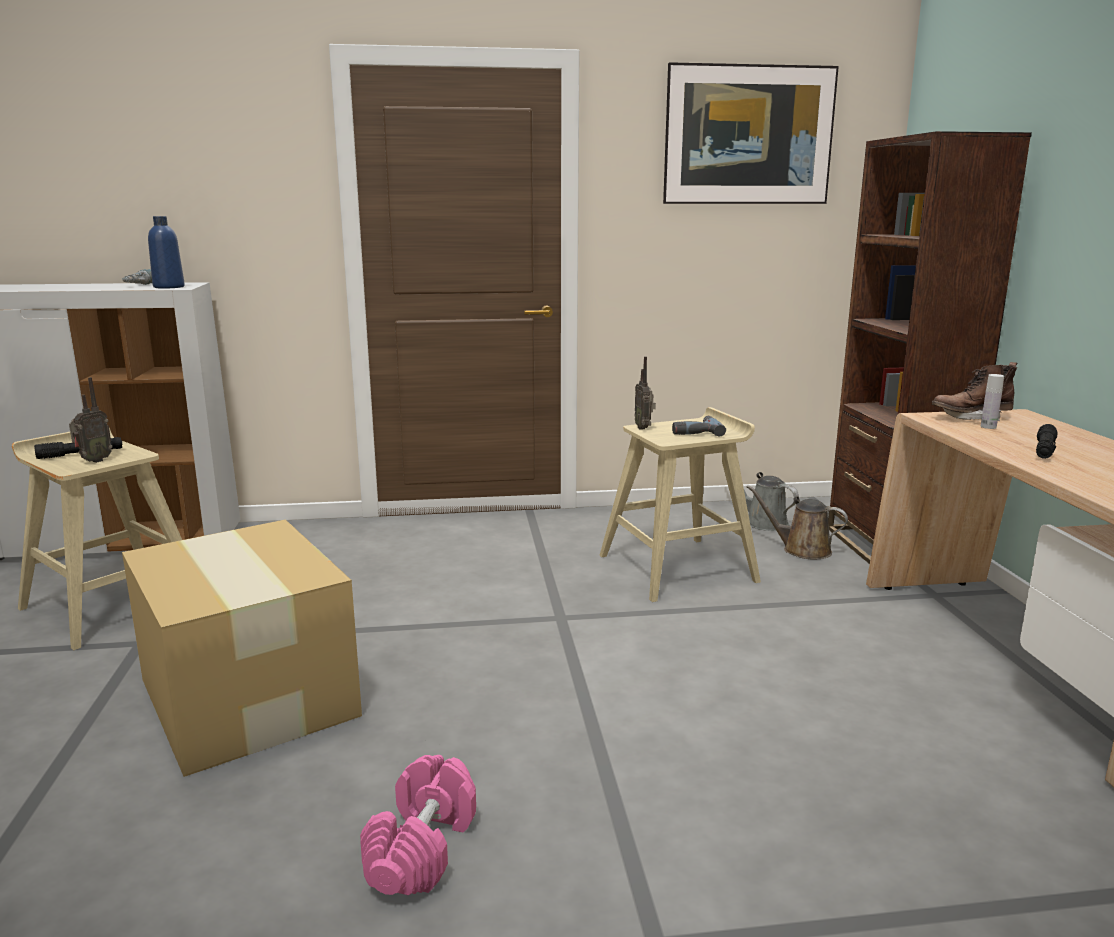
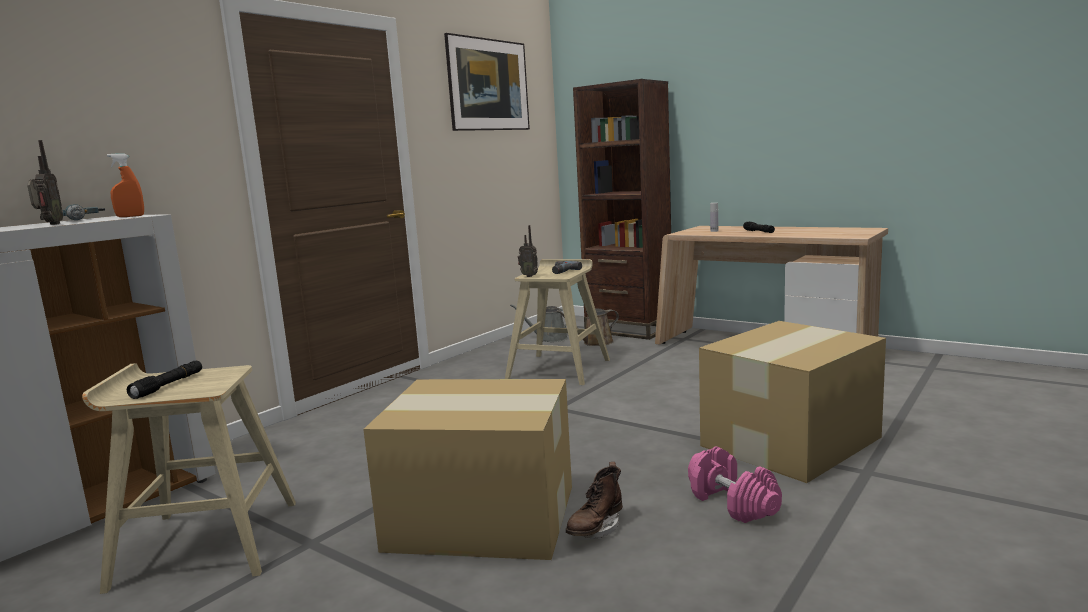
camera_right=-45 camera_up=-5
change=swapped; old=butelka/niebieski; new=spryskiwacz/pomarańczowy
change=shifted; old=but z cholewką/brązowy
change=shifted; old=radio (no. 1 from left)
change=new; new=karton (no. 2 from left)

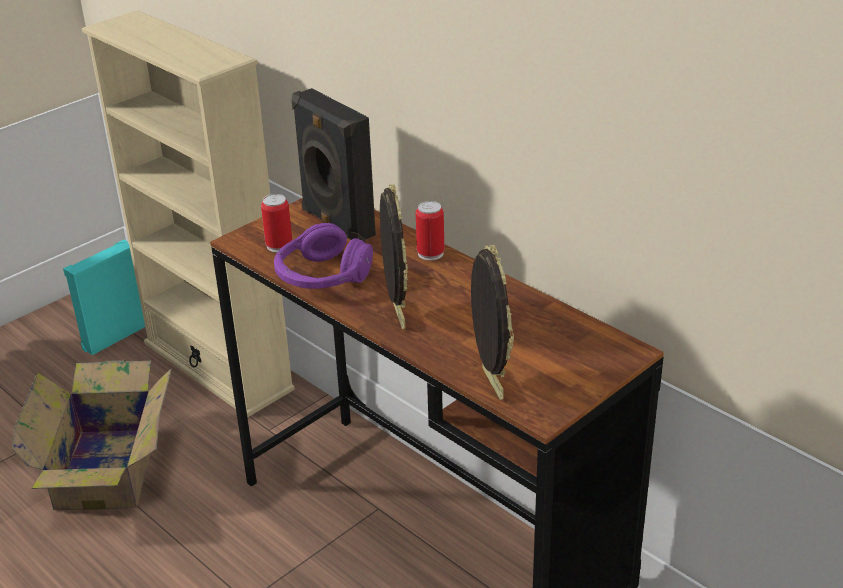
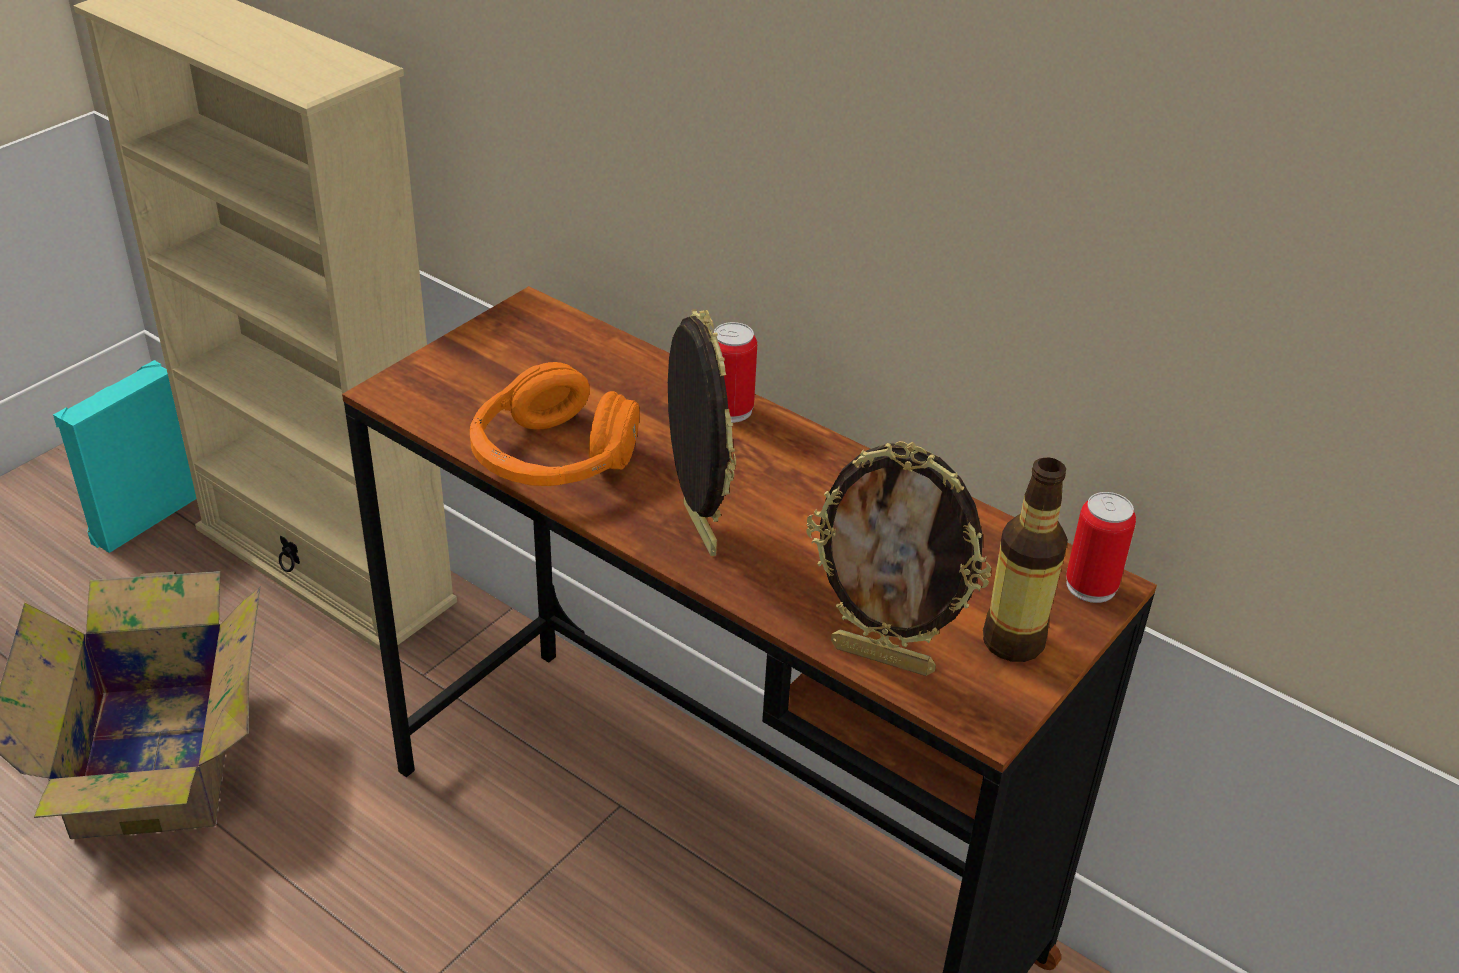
camera_right=-10 camera_up=5
change=gone; old=głośnik/czarny
change=shifted; old=puszka (no. 1 from left in the first image); new=puszka (no. 2 from left)
change=repainted; old=słuchawki/fioletowy; new=słuchawki/pomarańczowy
change=rotated; old=ramka na zdjęcie (no. 2 from left); degrees=135
change=new; new=butelka

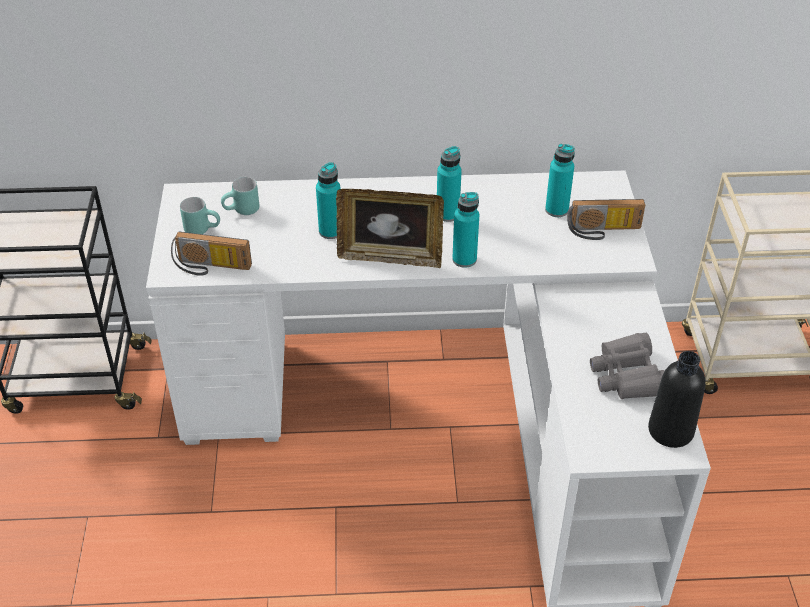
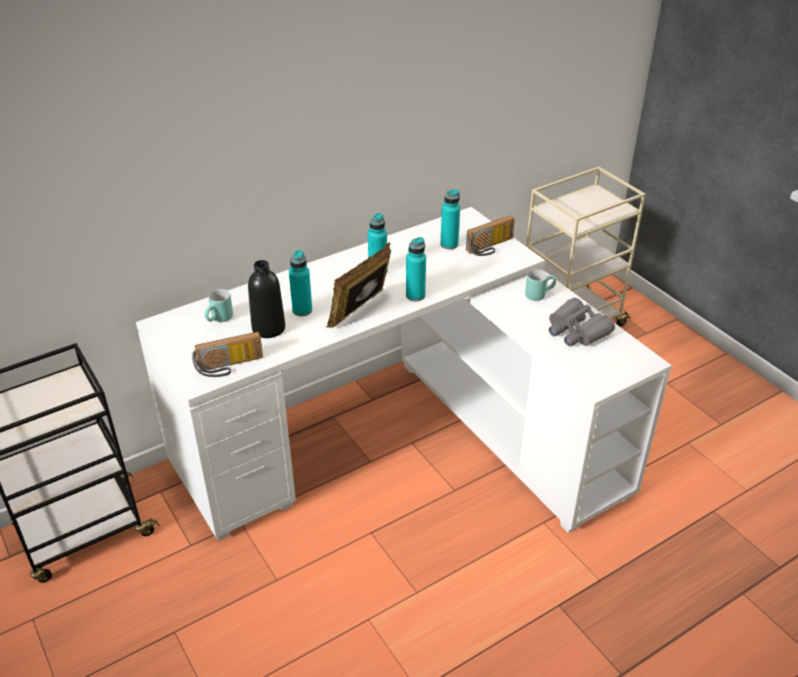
camera_right=-30 camera_up=-5
change=rotated; old=ramka na zdjęcie; degrees=150
change=shifted; old=kubek/turkusowy (no. 1 from left in the first image); new=kubek/turkusowy (no. 2 from left)
change=shifted; old=butelka/czarny

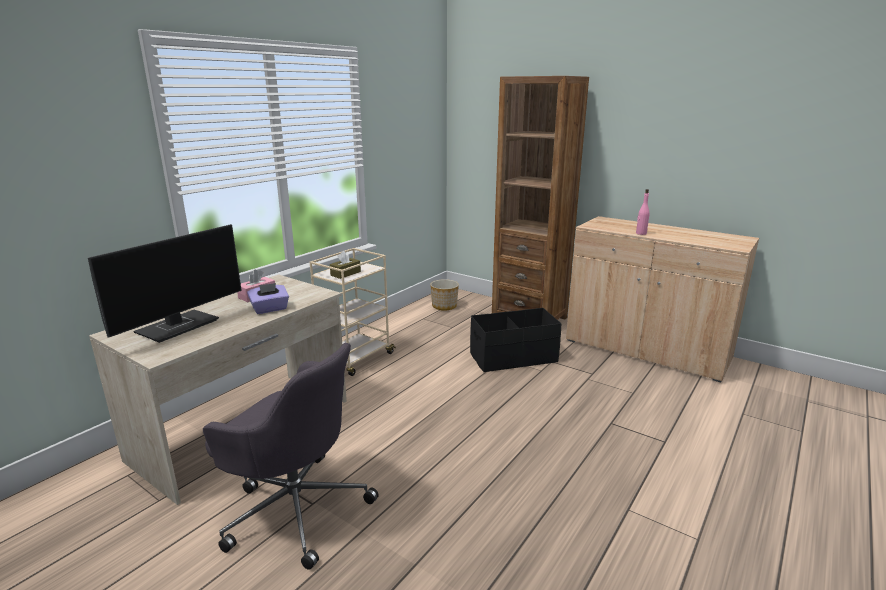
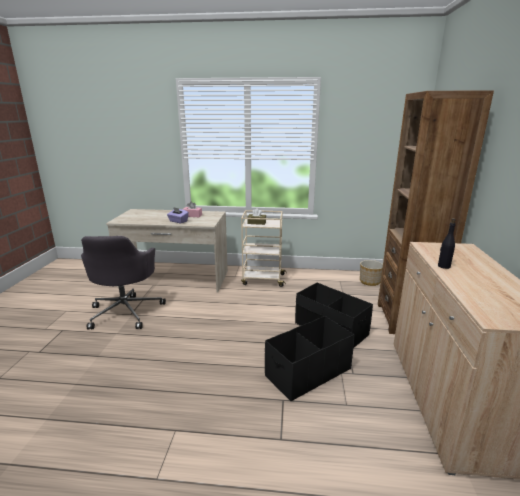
camera_right=60 camera_up=0
change=repainted; old=butelka/różowy; new=butelka/czarny
change=gone; old=monitor
change=new; new=pojemnik do przechowywania/czarny (no. 1 from left)

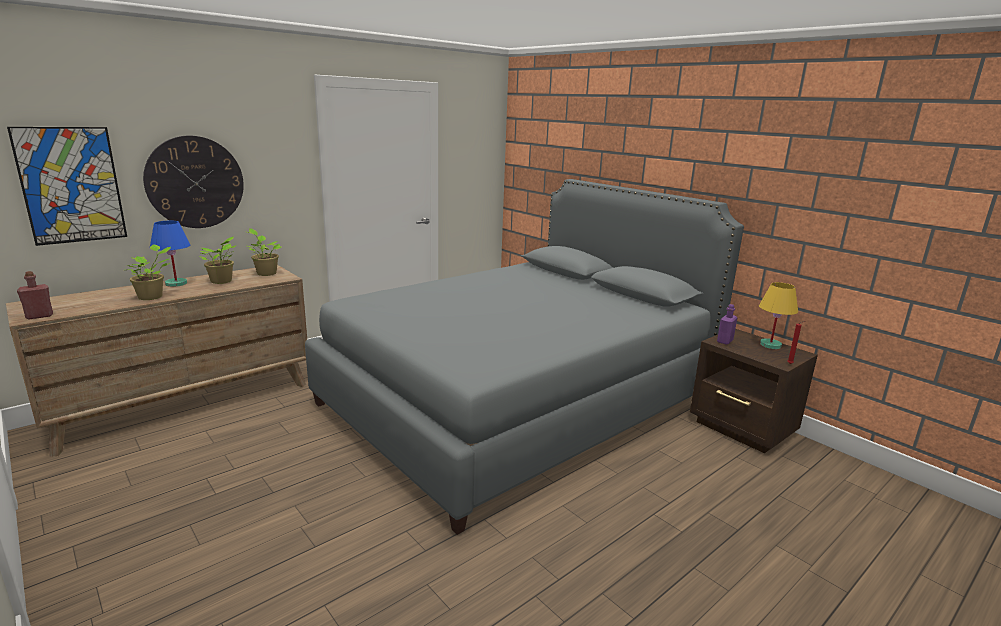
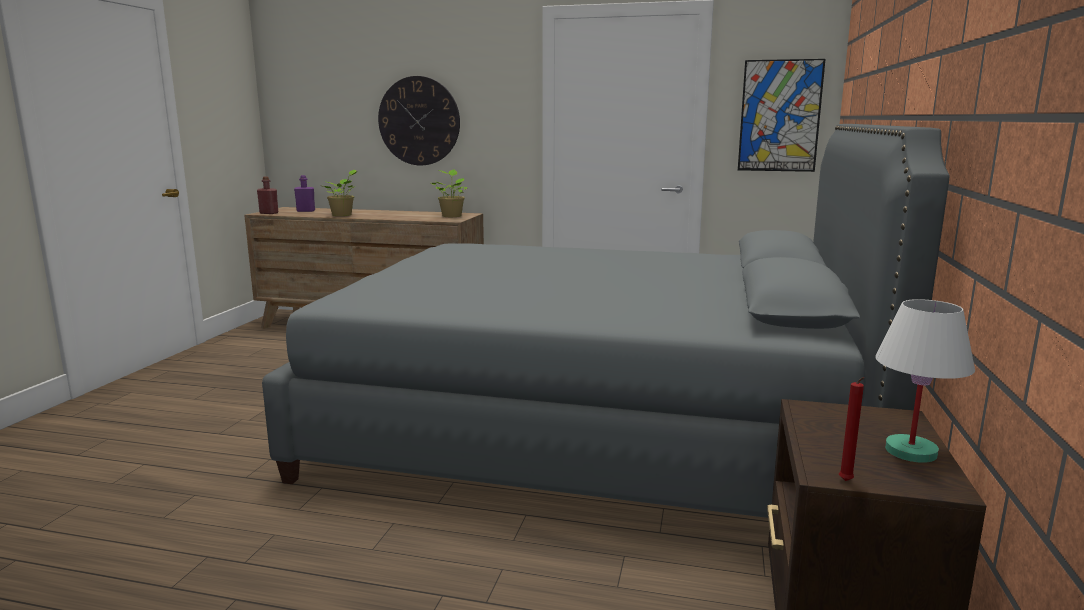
camera_right=55 camera_up=-5
change=shifted; old=obraz
change=gone; old=lampa stołowa/niebieski
change=gone; old=roślina doniczkowa (no. 2 from left)
change=repainted; old=lampa stołowa/żółty; new=lampa stołowa/biały
change=shifted; old=butelka/fioletowy

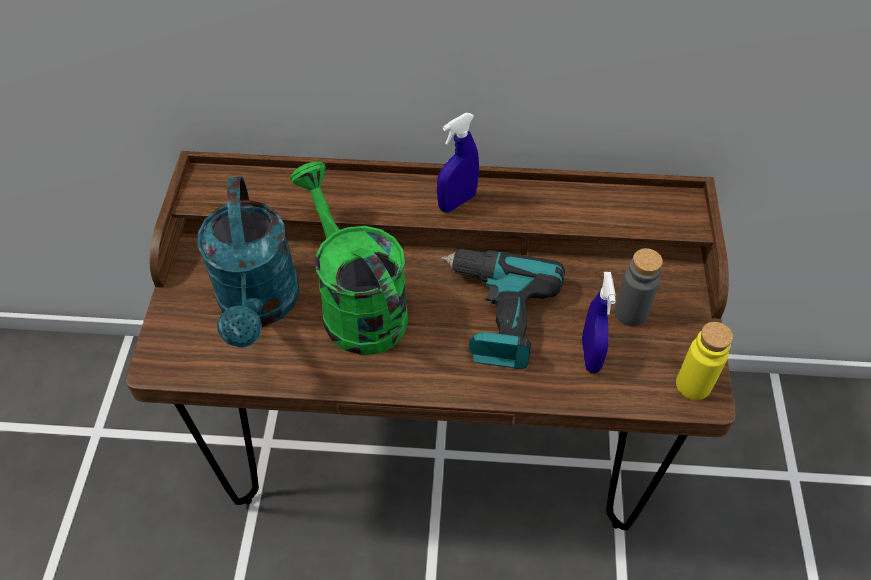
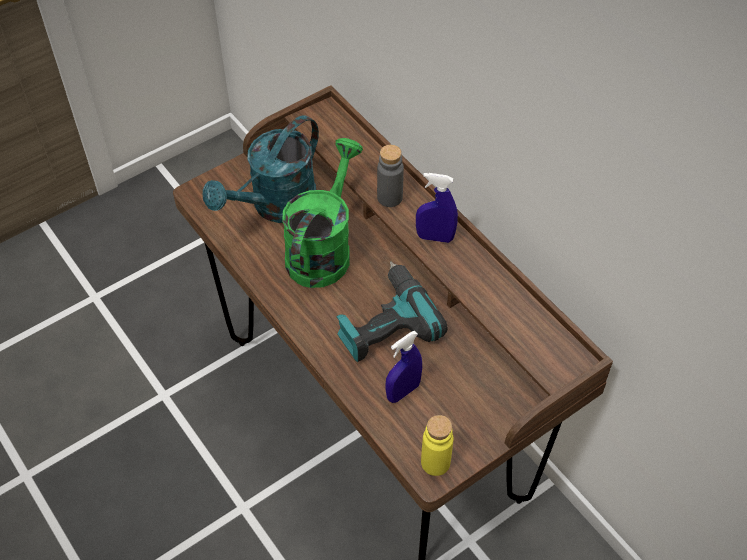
camera_right=50 camera_up=0
change=shifted; old=butelka/szary

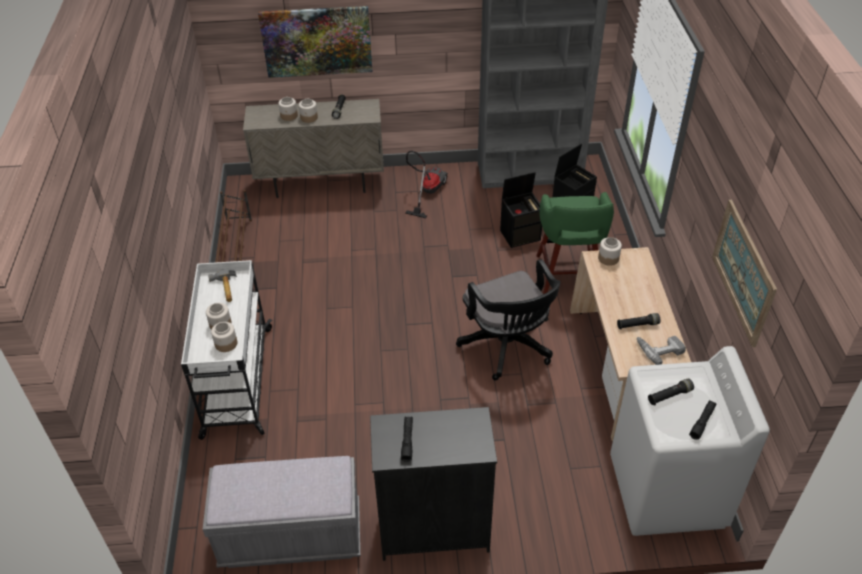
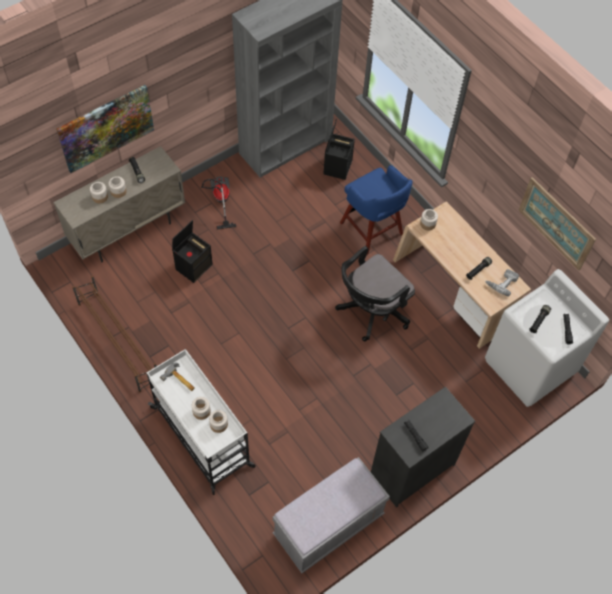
camera_right=-35 camera_up=15
change=shifted; old=pojemnik do przechowywania/czarny (no. 1 from left)
change=repainted; old=stołek/zielony; new=stołek/niebieski
change=rotated; old=krzesło biurowe/czarny; degrees=105

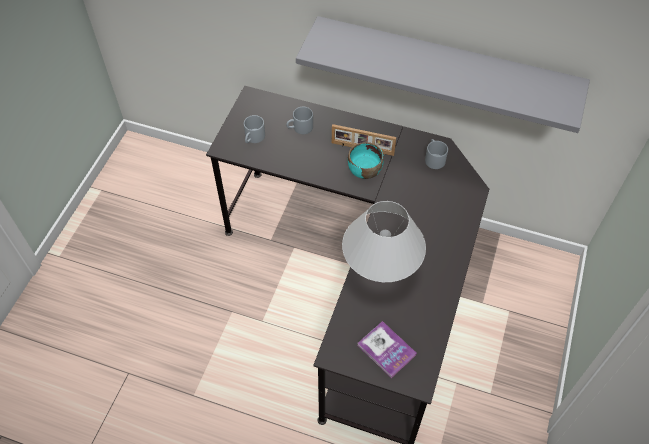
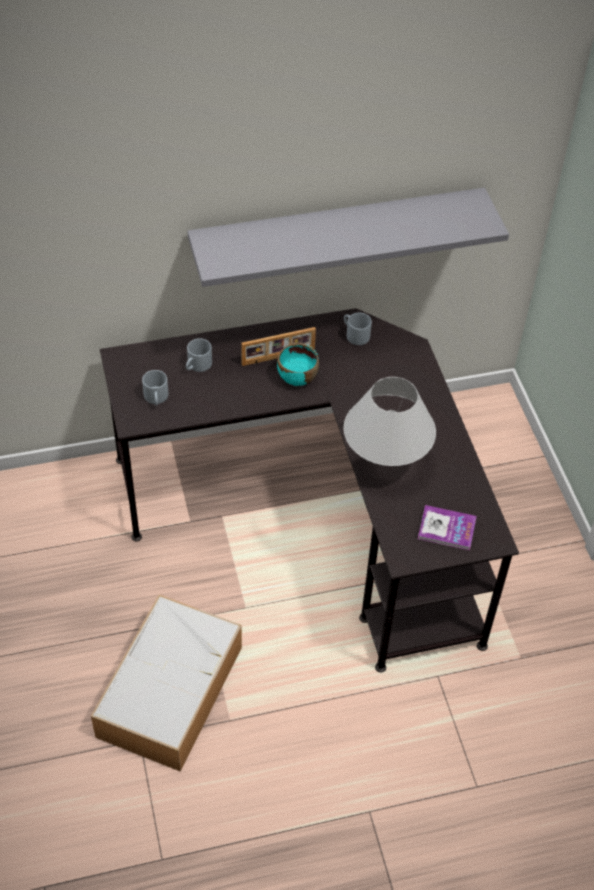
camera_right=-35 camera_up=-5
change=new; new=pojemnik do przechowywania

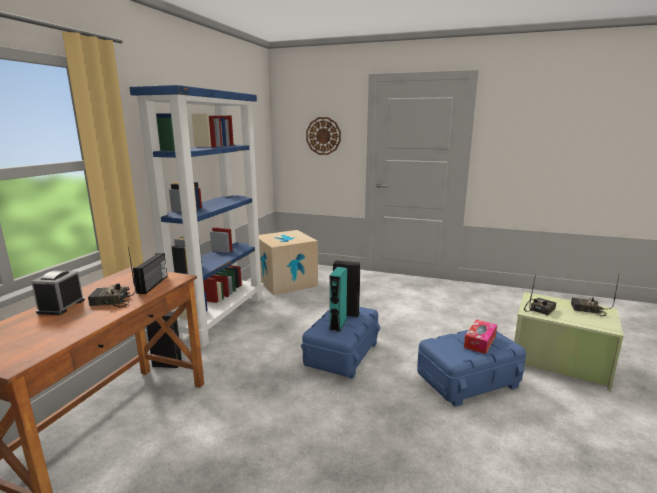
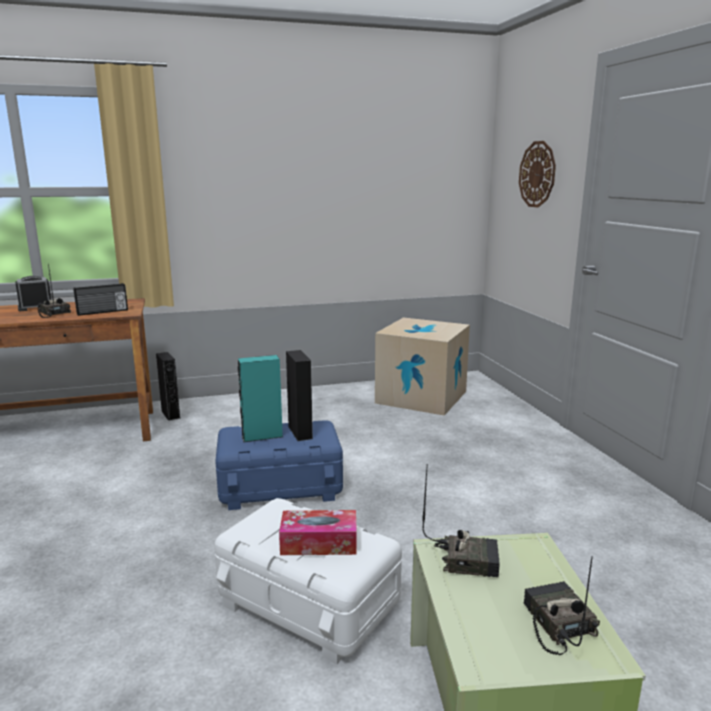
camera_right=55 camera_up=0
change=gone; old=regał/niebieski
change=repainted; old=pojemnik do przechowywania/niebieski (no. 2 from left); new=pojemnik do przechowywania/biały

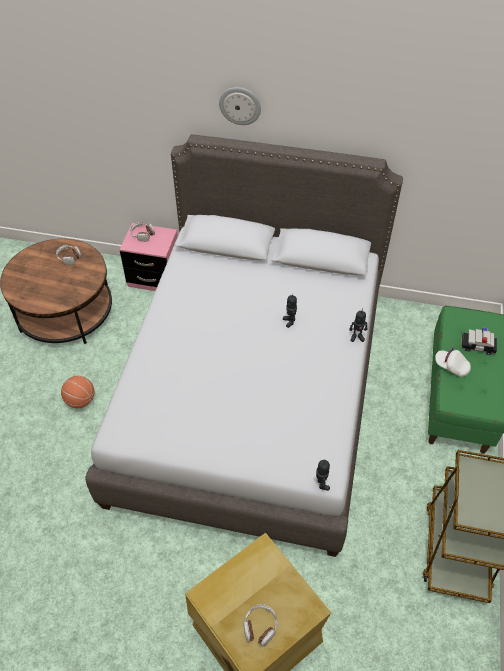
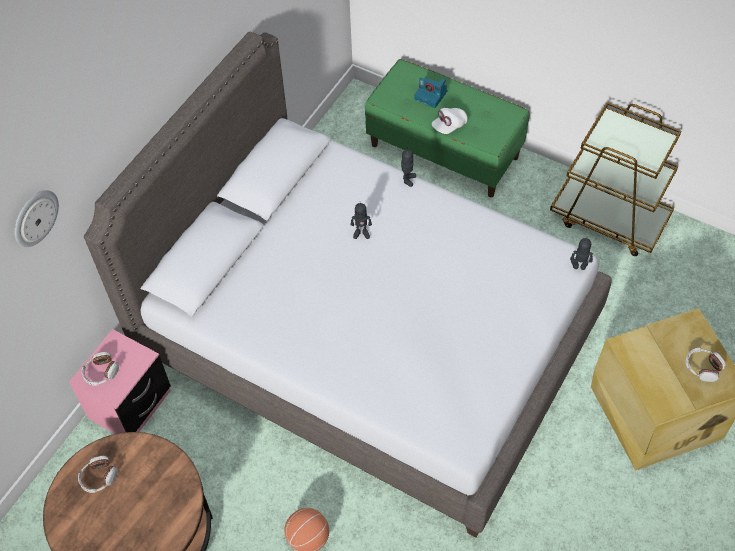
camera_right=-70 camera_up=5
change=shifted; old=zegar ścienny
change=swapped; old=samochodzik; new=aparat fotograficzny

